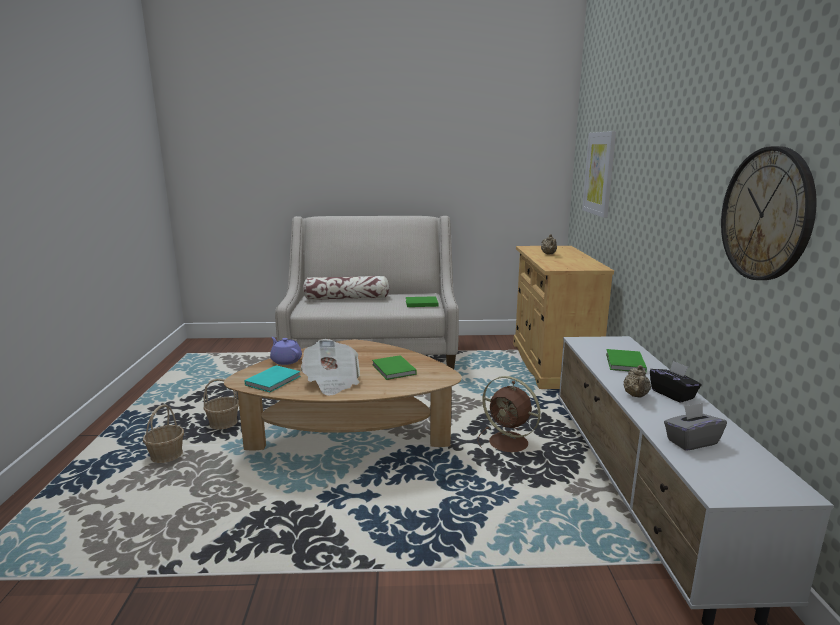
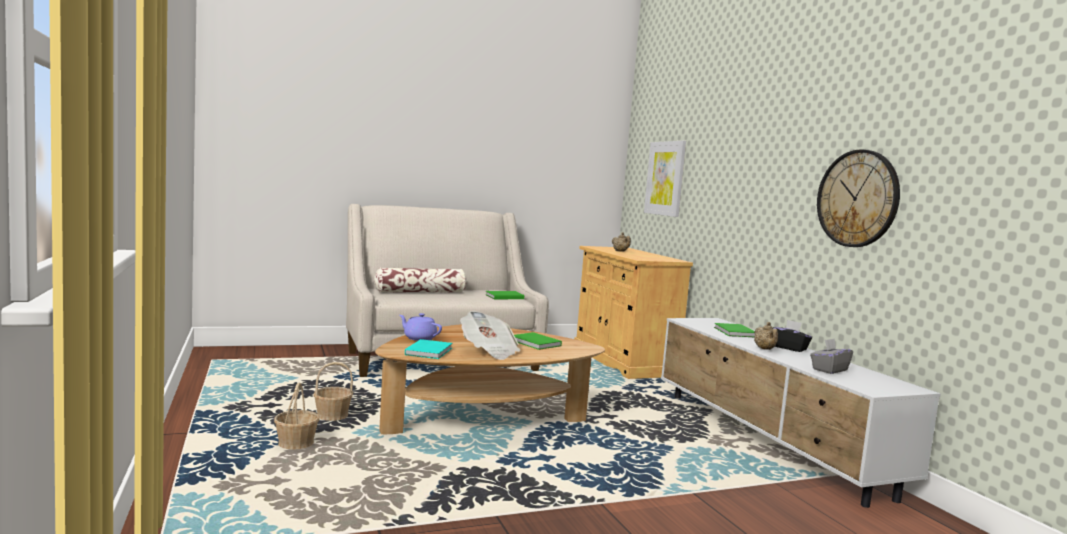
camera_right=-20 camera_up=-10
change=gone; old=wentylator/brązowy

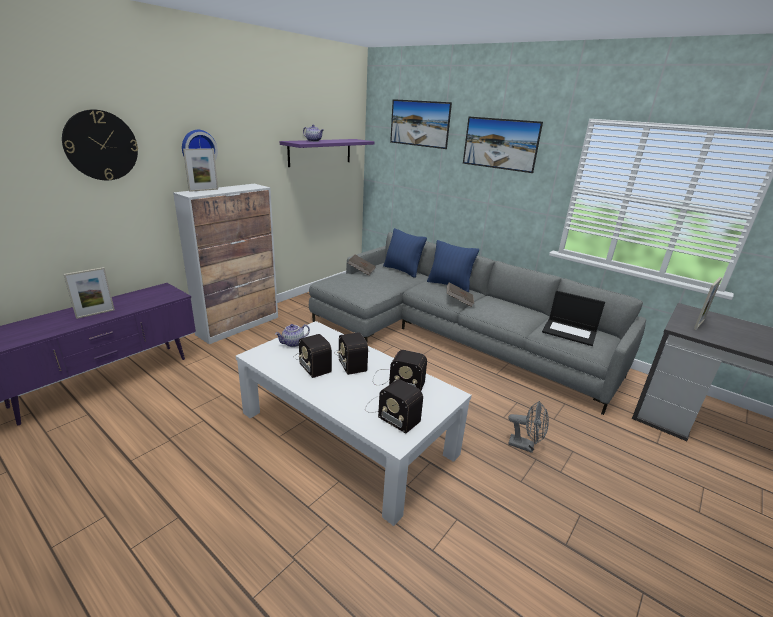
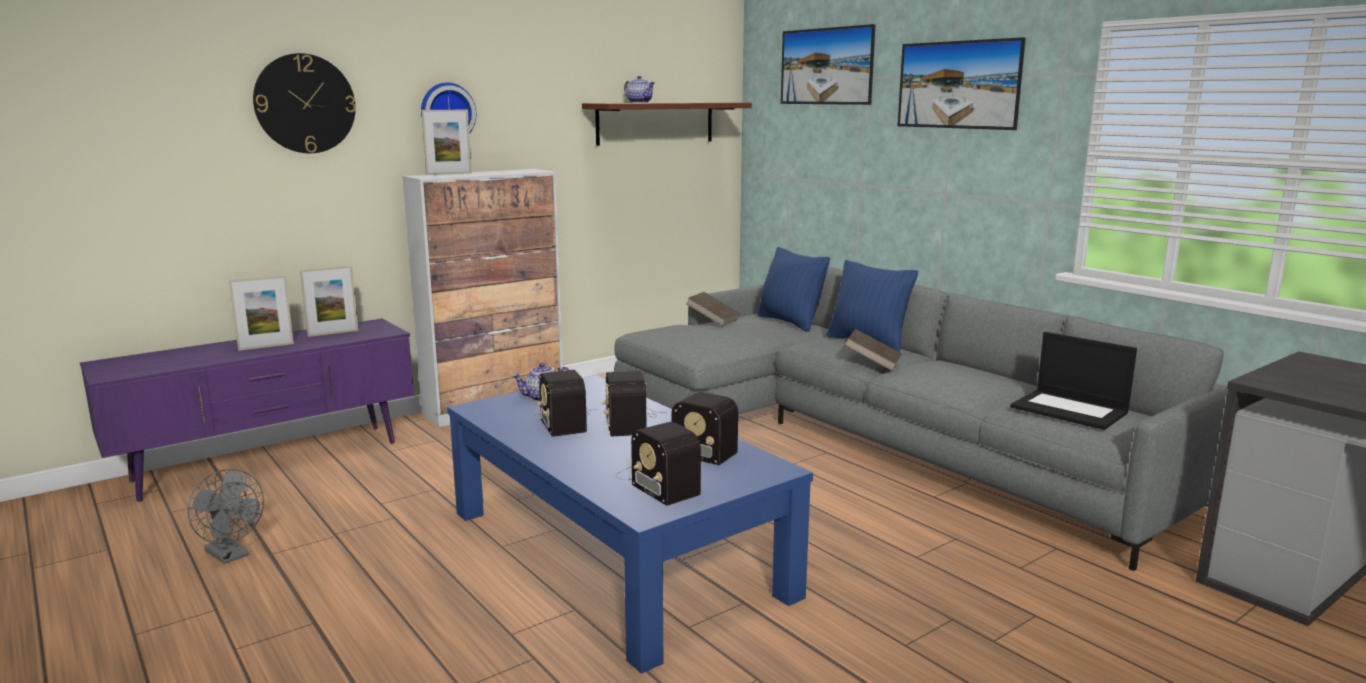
camera_right=15 camera_up=-10
change=repainted; old=półka/fioletowy; new=półka/brązowy
change=shifted; old=ramka na zdjęcie (no. 3 from left in the first image); new=ramka na zdjęcie (no. 2 from left)
change=repainted; old=ława/biały; new=ława/niebieski
change=shifted; old=wentylator/szary

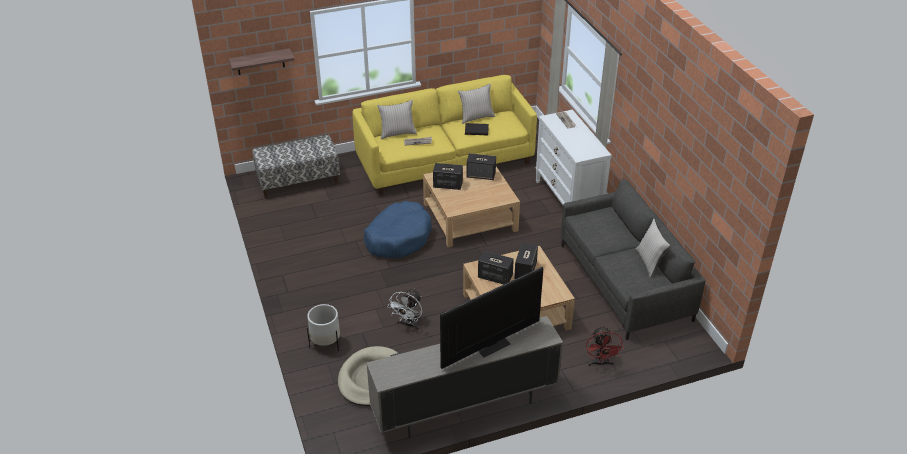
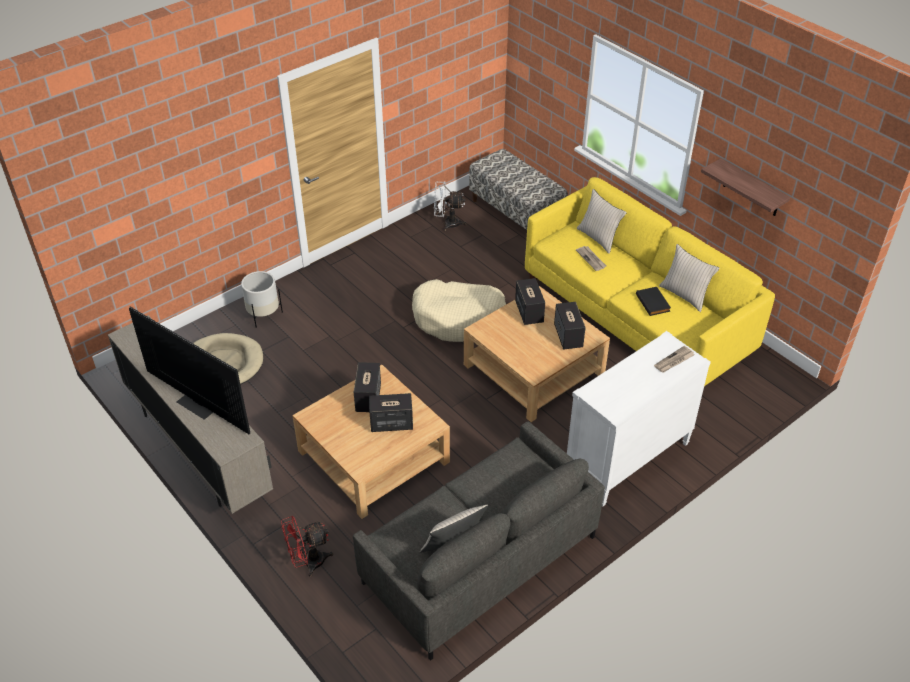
camera_right=70 camera_up=5
change=shifted; old=półka
change=repainted; old=legowisko/niebieski; new=legowisko/beżowy (no. 2 from left)
change=shifted; old=wentylator/biały

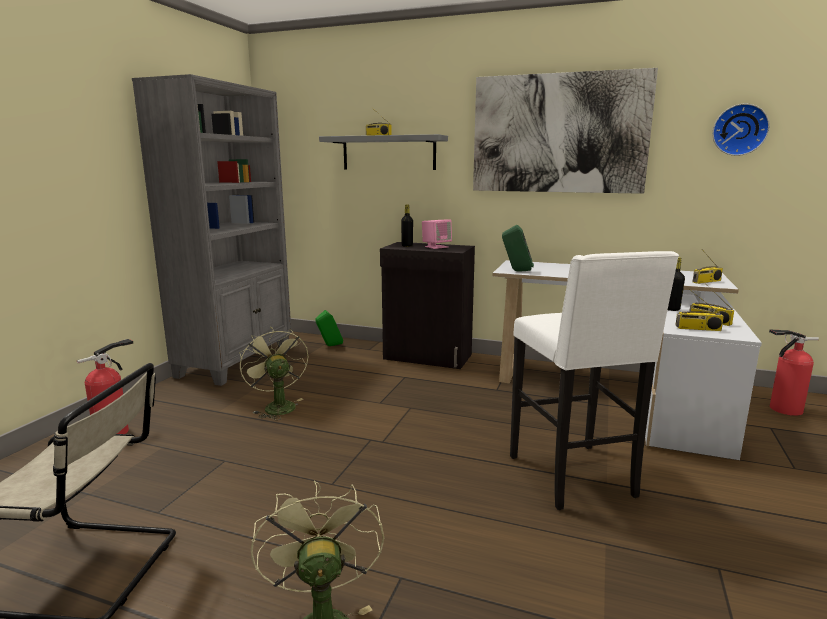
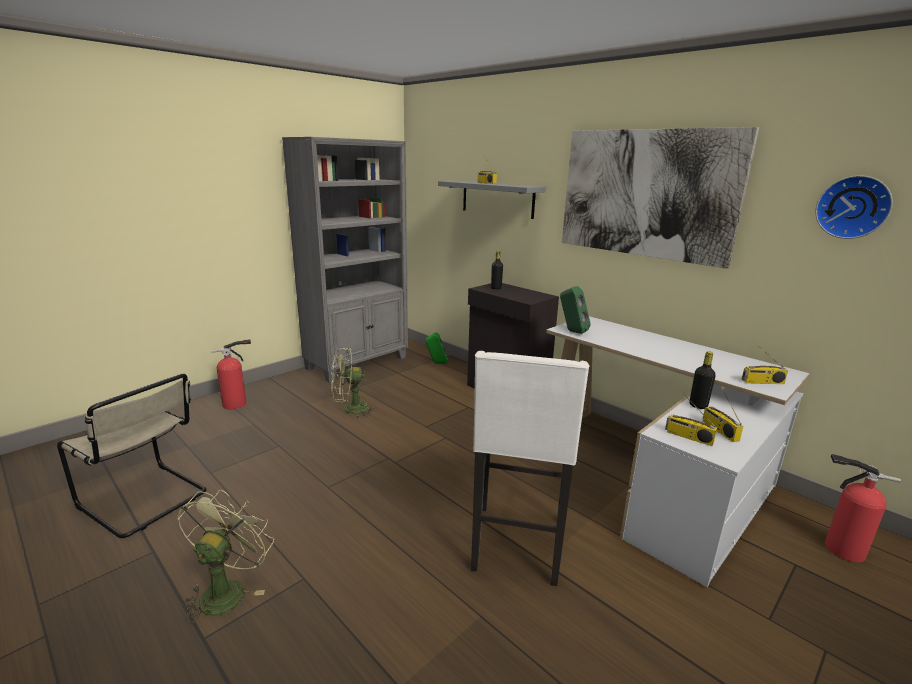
camera_right=25 camera_up=5
change=gone; old=głośnik/różowy
change=rotated; old=wentylator/zielony (no. 1 from left in the first image); degrees=-105

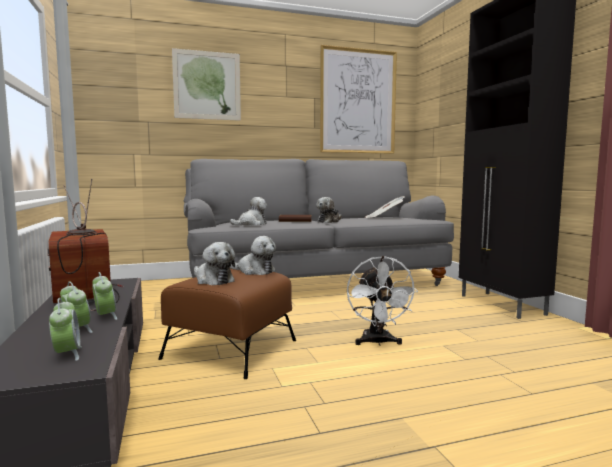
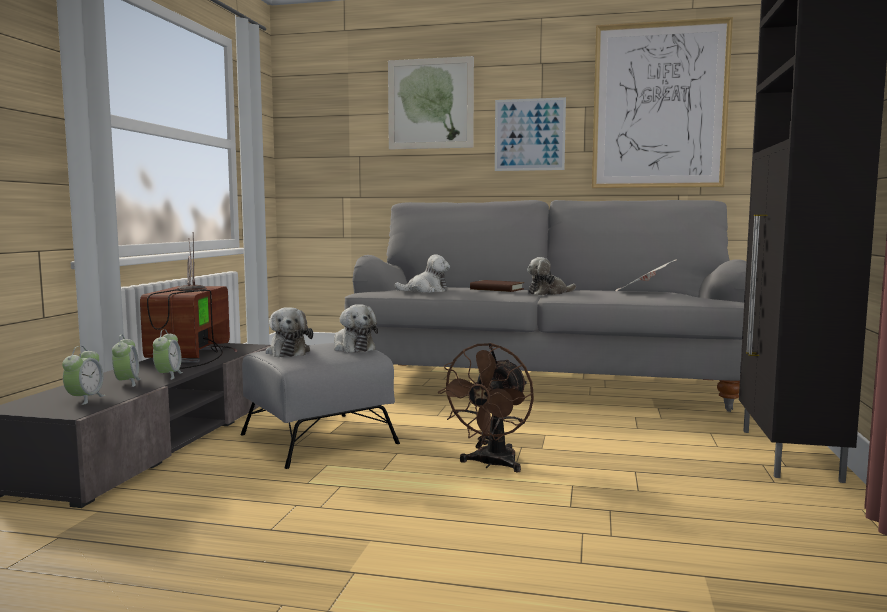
camera_right=30 camera_up=0
change=repainted; old=wentylator/biały; new=wentylator/brązowy
change=repainted; old=pufa/brązowy; new=pufa/szary
change=new; new=obraz (no. 2 from left)

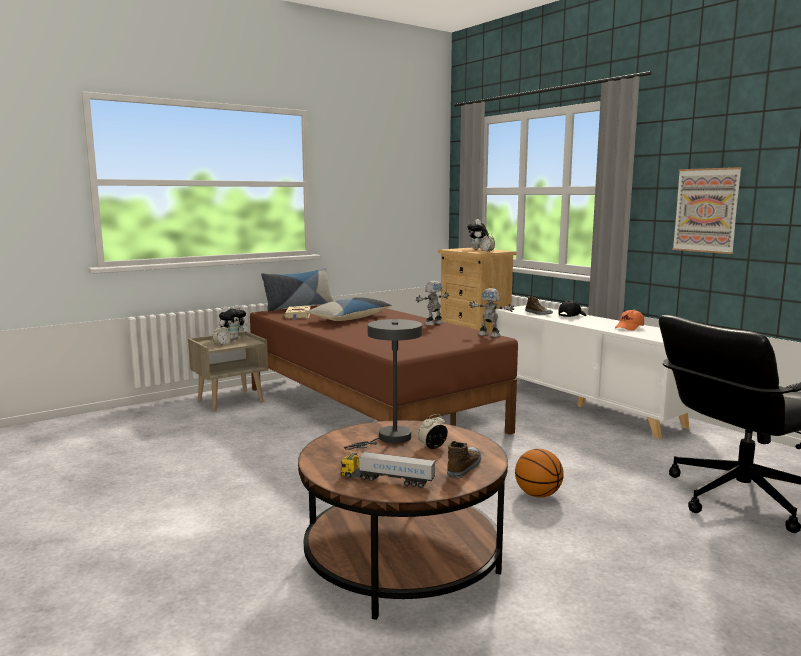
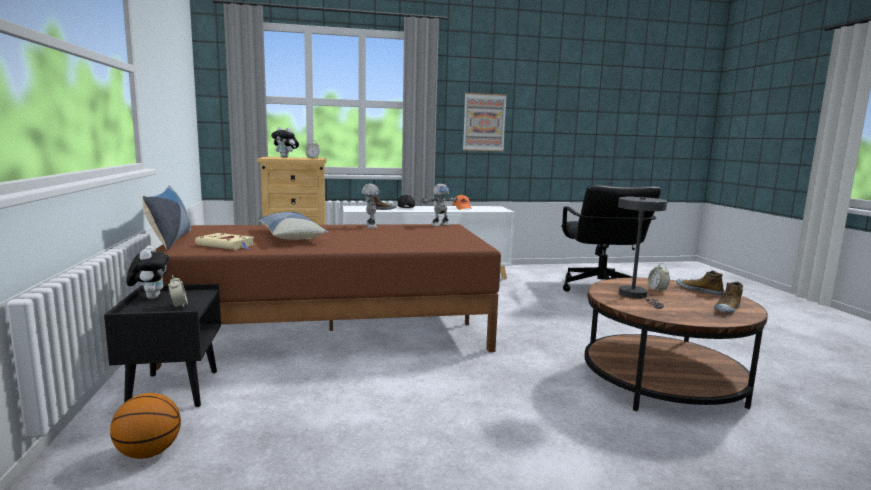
camera_right=-65 camera_up=0
change=repainted; old=szafka nocna/beżowy; new=szafka nocna/czarny
change=shifted; old=piłka do koszykówki
change=swapped; old=ciężarówka zabawkowa; new=but (no. 3 from left)

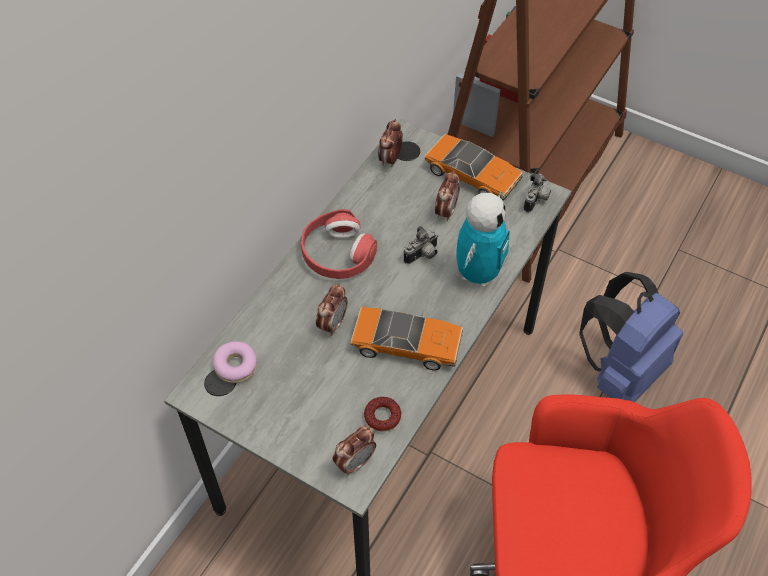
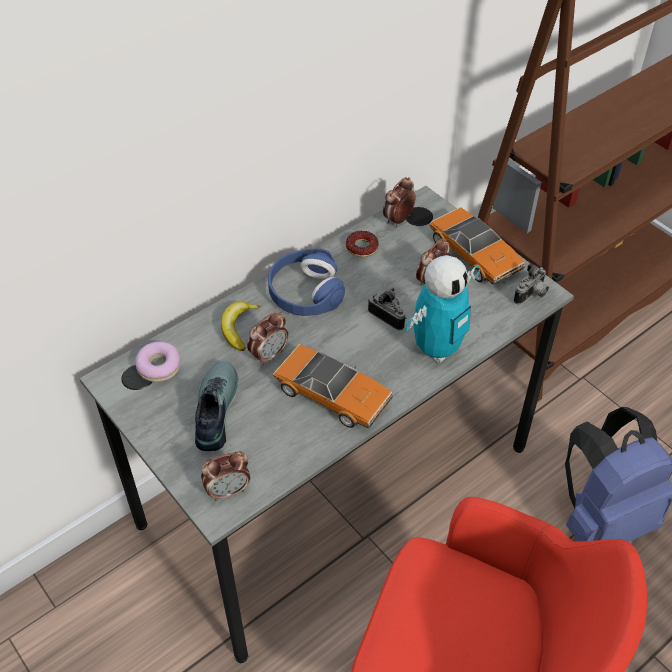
camera_right=20 camera_up=-5
change=repainted; old=słuchawki/czerwony; new=słuchawki/niebieski
change=rotated; old=aparat fotograficzny (no. 1 from left); degrees=-120
change=shifted; old=donut (no. 2 from left)
change=new; new=banan
change=new; new=but

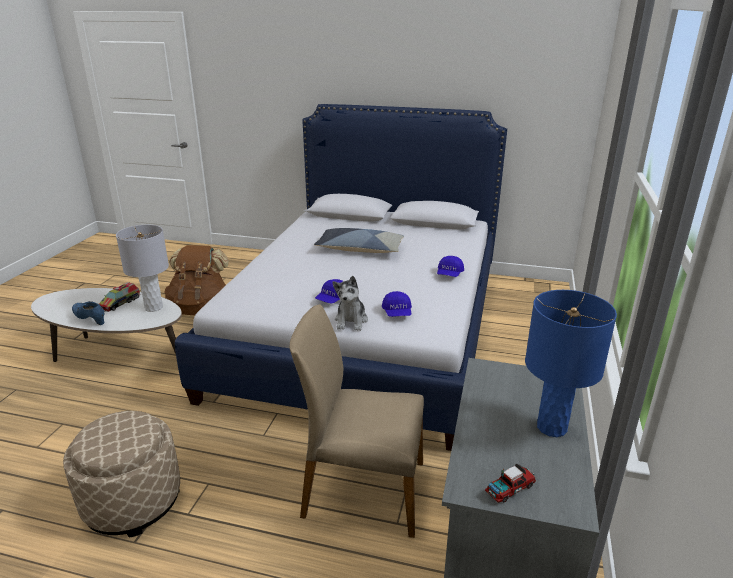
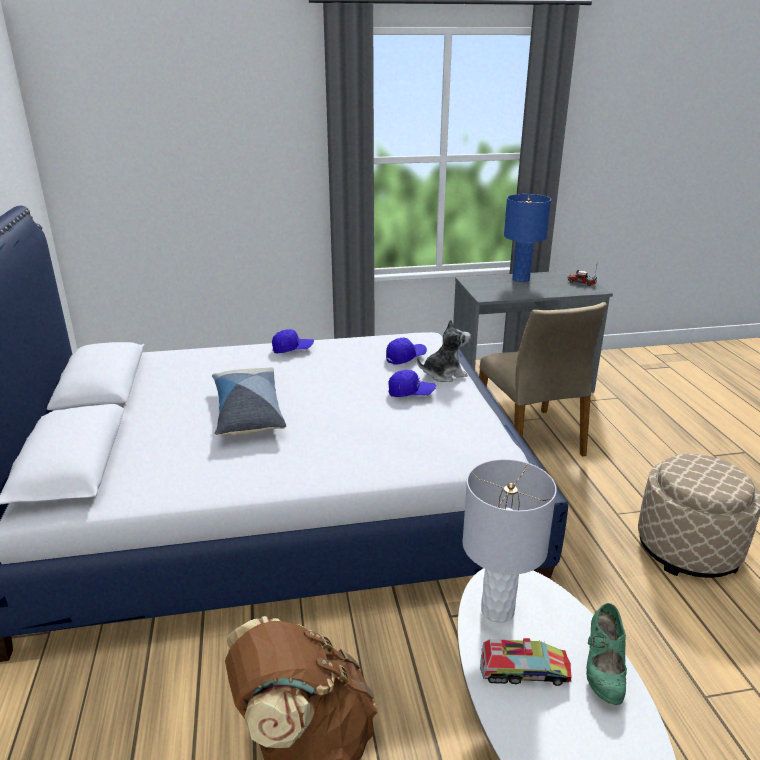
camera_right=-115 camera_up=0
change=repainted; old=but/niebieski; new=but/zielony

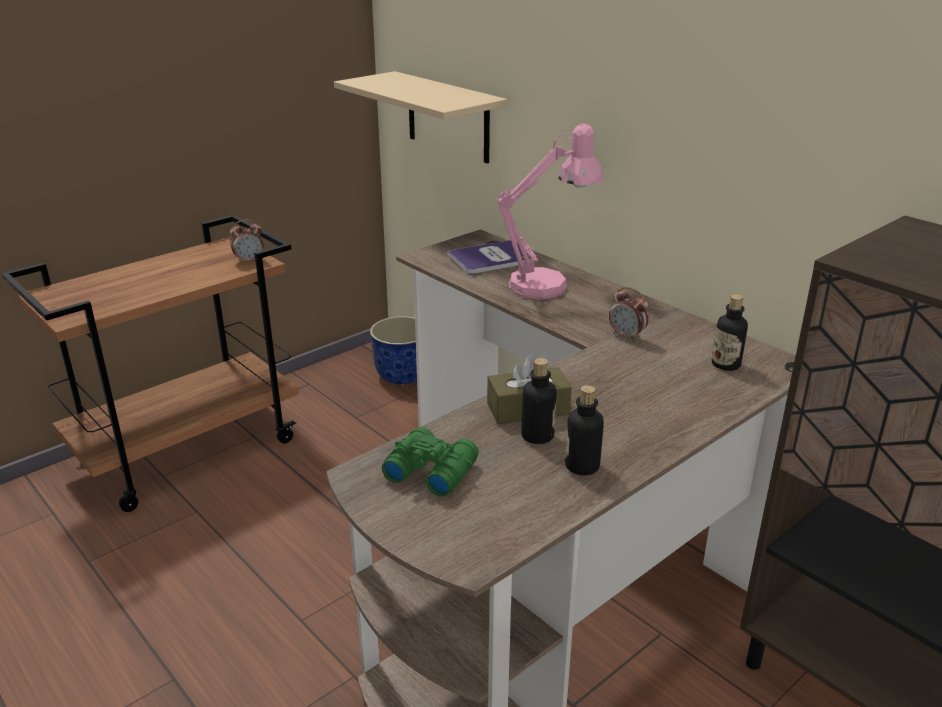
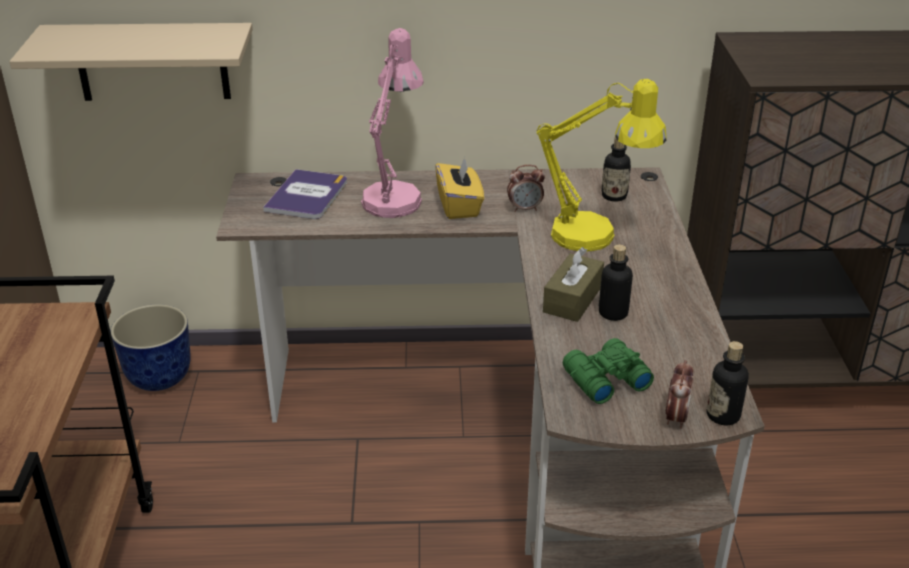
camera_right=-50 camera_up=5
change=shifted; old=budzik (no. 1 from left in the first image); new=budzik (no. 2 from left)
change=shifted; old=butelka (no. 2 from left in the first image); new=butelka (no. 3 from left)
change=new; new=lampa stołowa/żółty
change=new; new=pudełko chusteczek/żółty

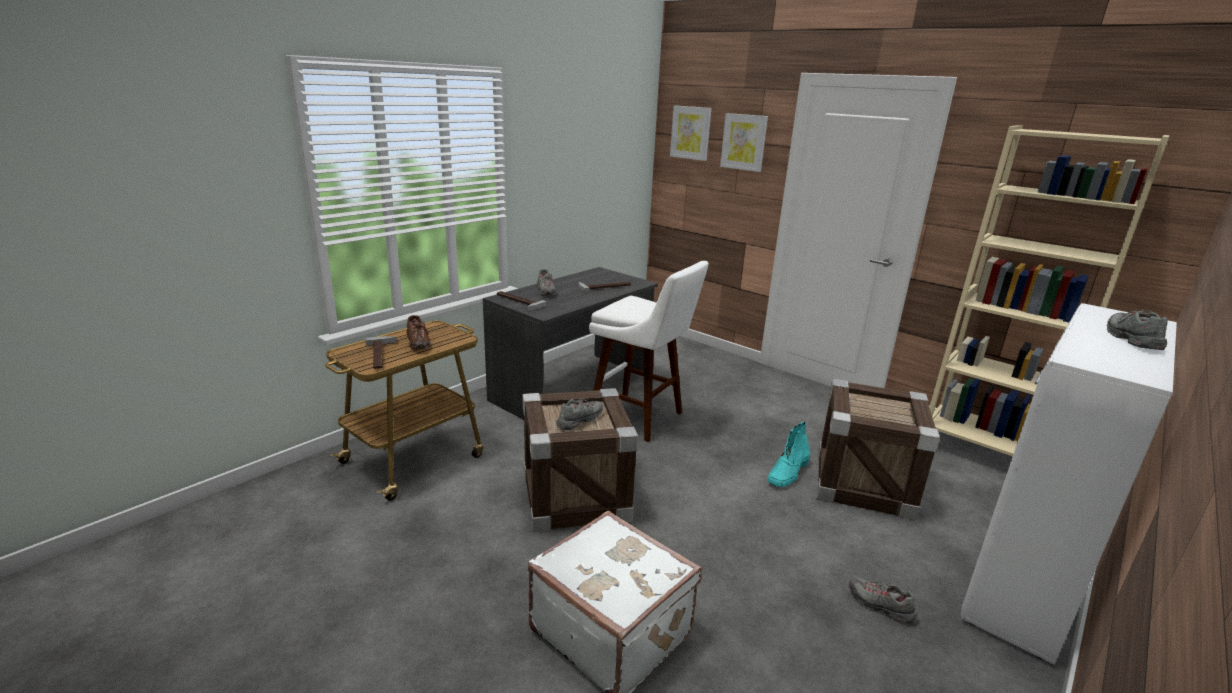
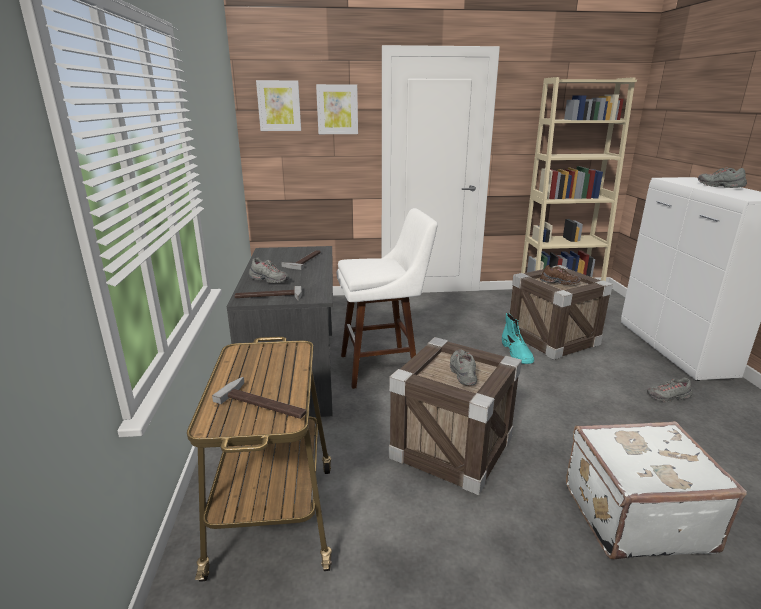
camera_right=-45 camera_up=0
change=shifted; old=but/brązowy

